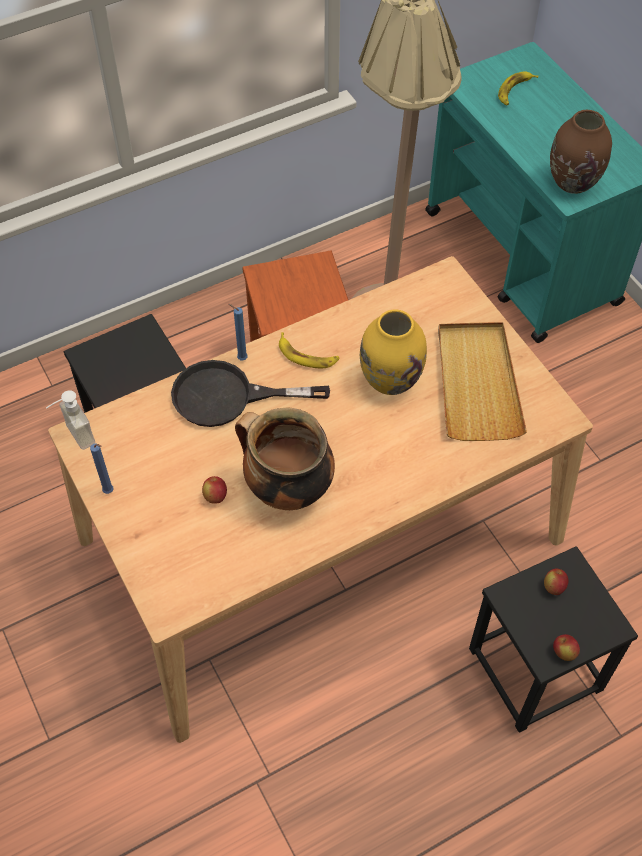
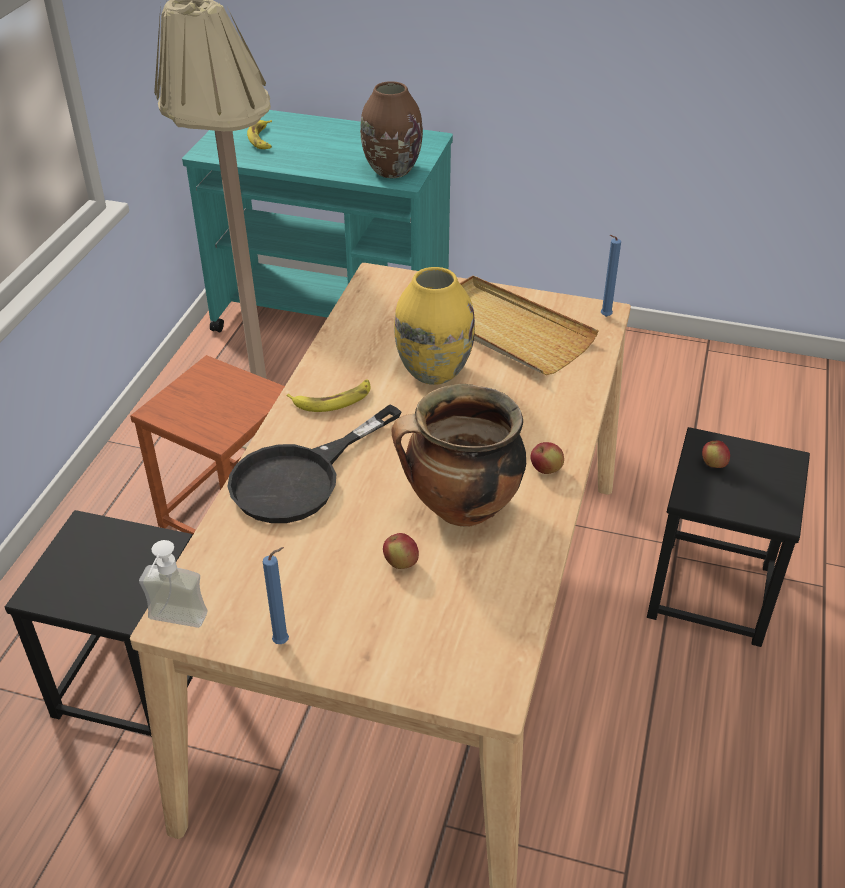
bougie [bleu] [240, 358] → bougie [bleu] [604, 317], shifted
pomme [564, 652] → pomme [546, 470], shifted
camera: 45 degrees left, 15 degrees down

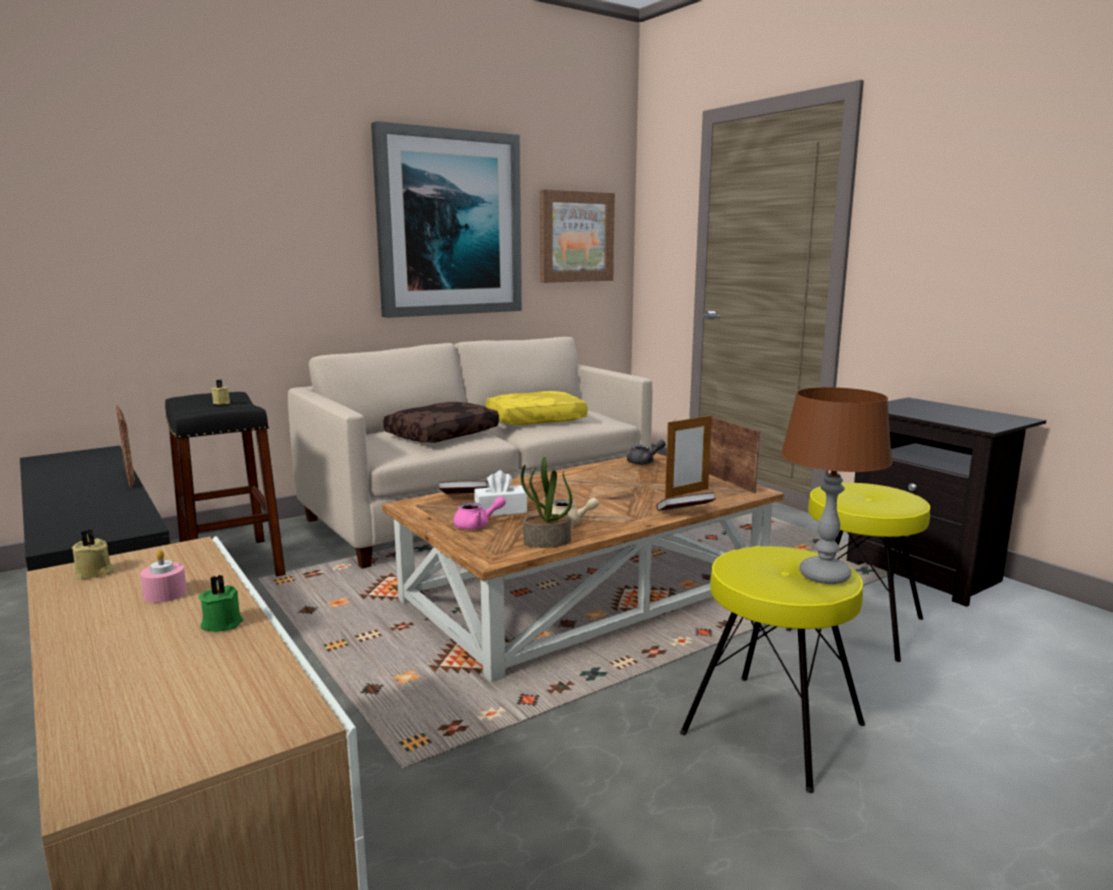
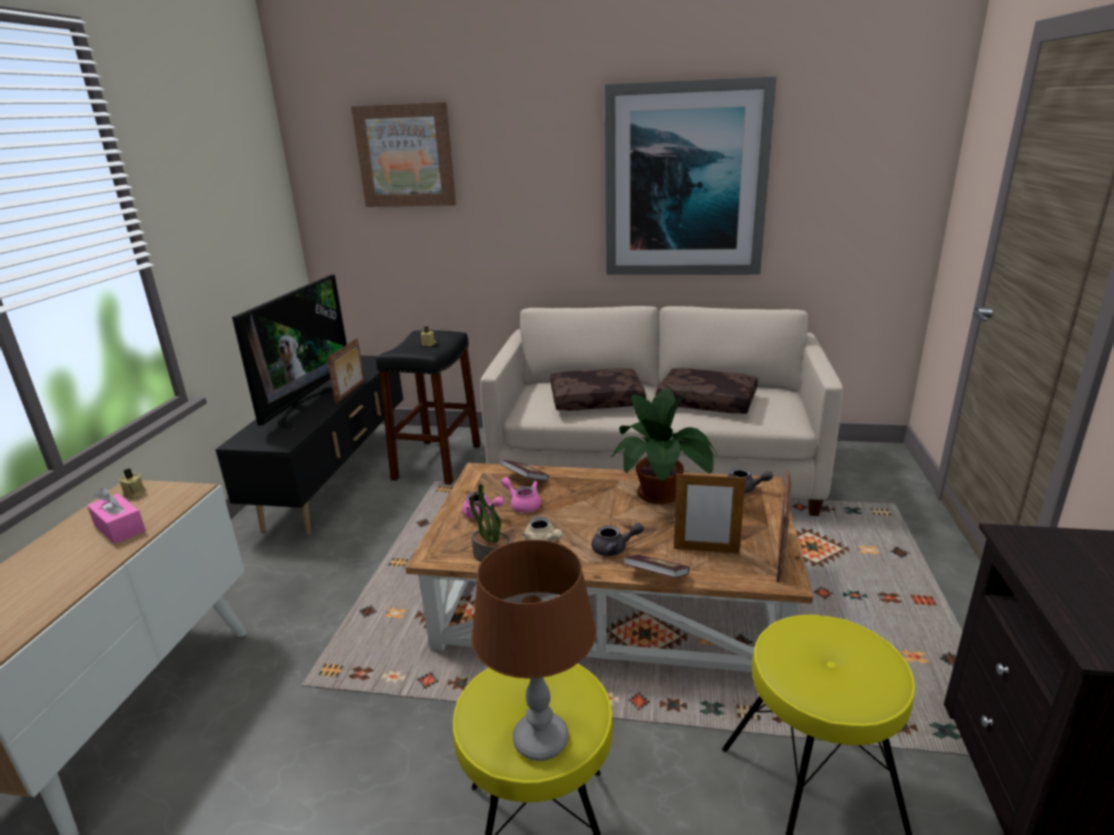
tableau [576, 237] → tableau [406, 156], shifted
coussin [jaune] [535, 420] → coussin [marron] [705, 402]
boîte à mouchoirs [blanc] [501, 510] → théière [rose] [523, 504]
bougie [rose] [165, 594] → boîte à mouchoirs [rose] [119, 528]
bougie [vert] [222, 623] → -
- → téléviseur [305, 406]
- → plante en pot [661, 494]
- → théière [gris] [614, 549]
camera: 45 degrees right, 10 degrees up

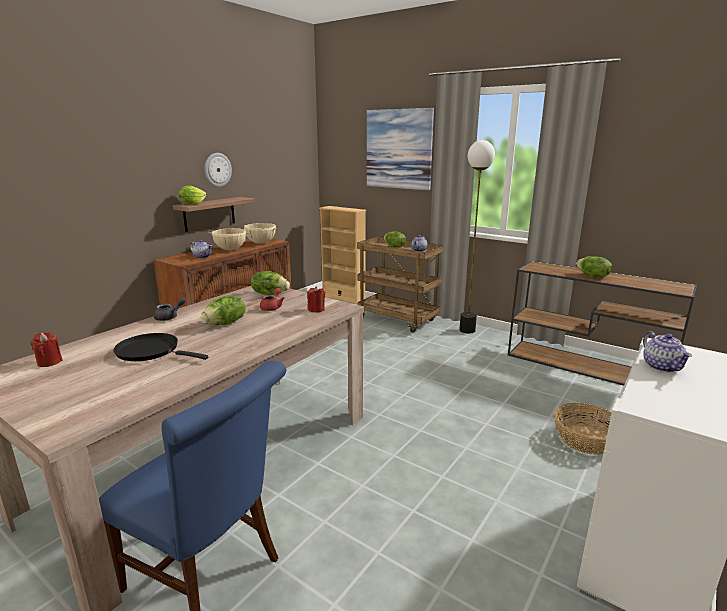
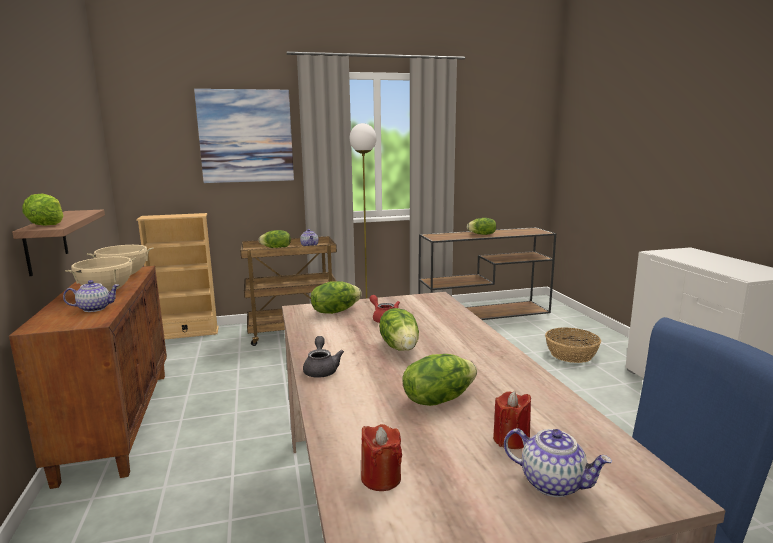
horloge murale [217, 169] → -
bougie [rouge] [316, 310] → bougie [rouge] [511, 439], shifted
théière [662, 367] → théière [553, 483], shifted
poêle [noir] [151, 351] → laitue [438, 399]
camera: 50 degrees left, 5 degrees down

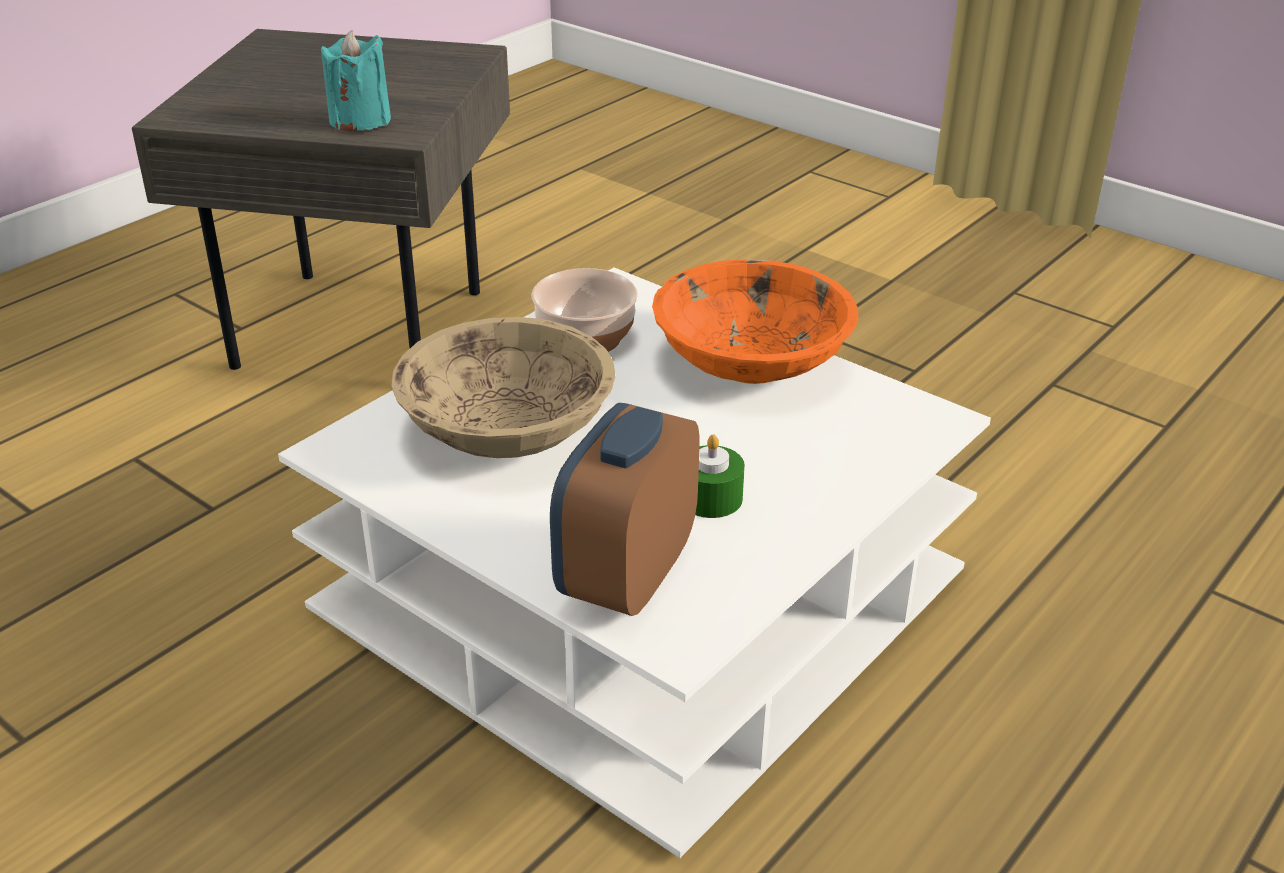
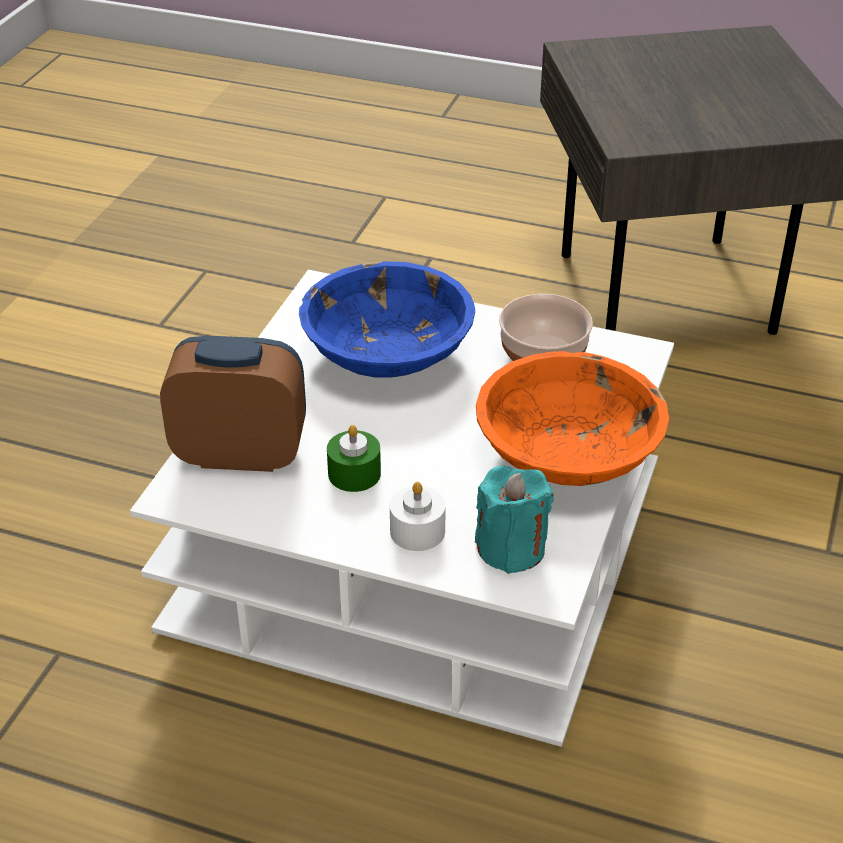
bougie [turquoise] [360, 120] → bougie [turquoise] [511, 548], shifted
bol [beige] [506, 431] → bol [bleu] [387, 354]
- → bougie [blanc] [417, 531]
camera: 70 degrees right, 5 degrees up

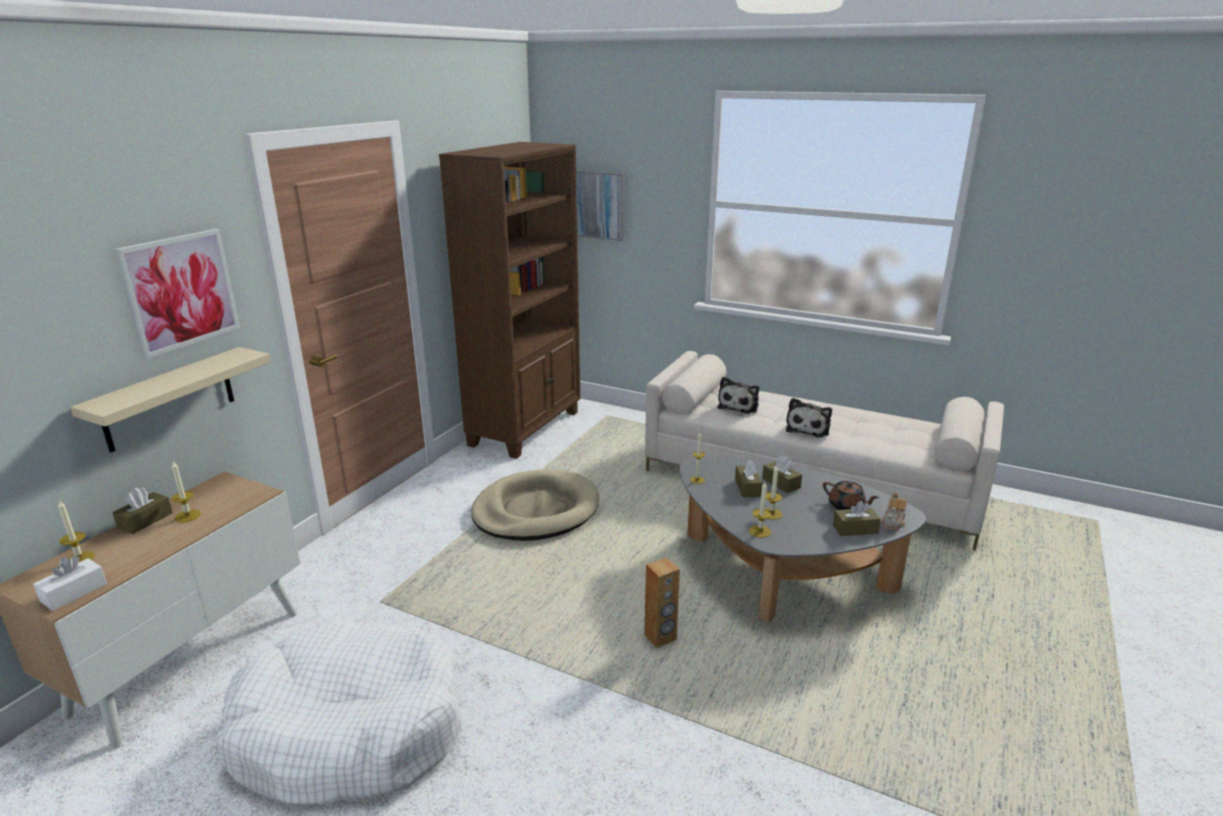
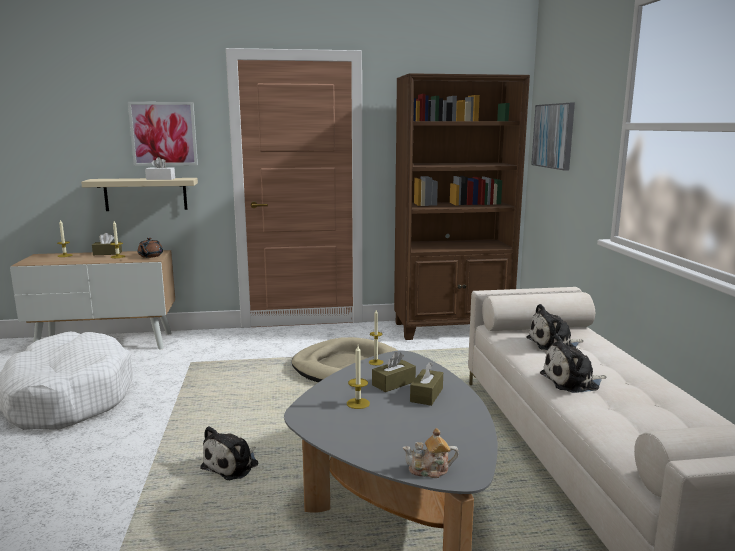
théière [marron] [847, 507] → théière [marron] [150, 256], shifted
bougie [760, 531] → -
boîte à mouchoirs [marron] [855, 529] → -
boîte à mouchoirs [blanc] [74, 593] → boîte à mouchoirs [blanc] [160, 179], shifted
enceinte [marron] [660, 638] → peluche [233, 465]
camera: 55 degrees right, 10 degrees down

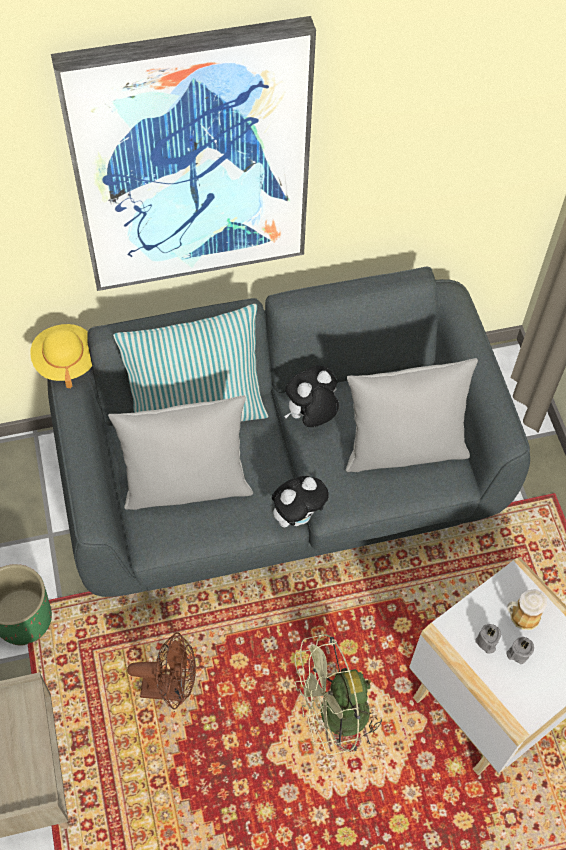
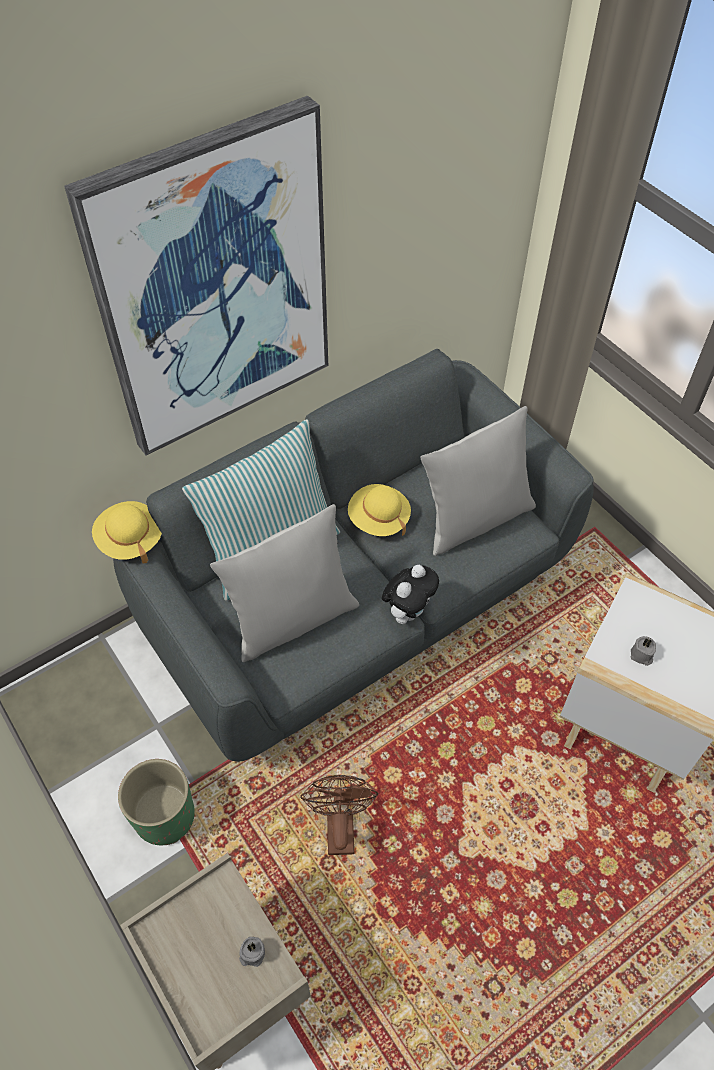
peluche [311, 416] → chapeau [jaune] [378, 519]
mug [522, 615] → -
ventilateur [marron] [170, 688] → ventilateur [marron] [339, 825], 75 degrees counterclockwise
ventilateur [vert] [334, 718] → -
bougie [gris] [518, 653] → bougie [gris] [252, 954], shifted
camera: 20 degrees left, 5 degrees down

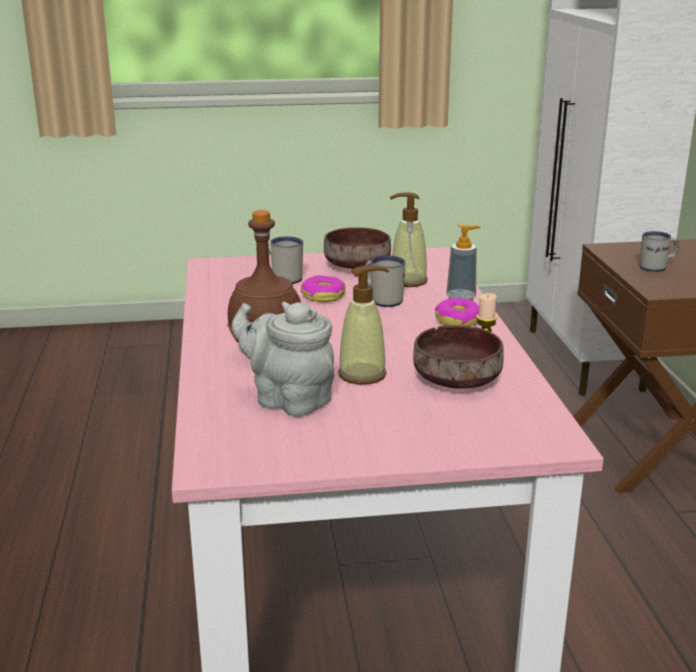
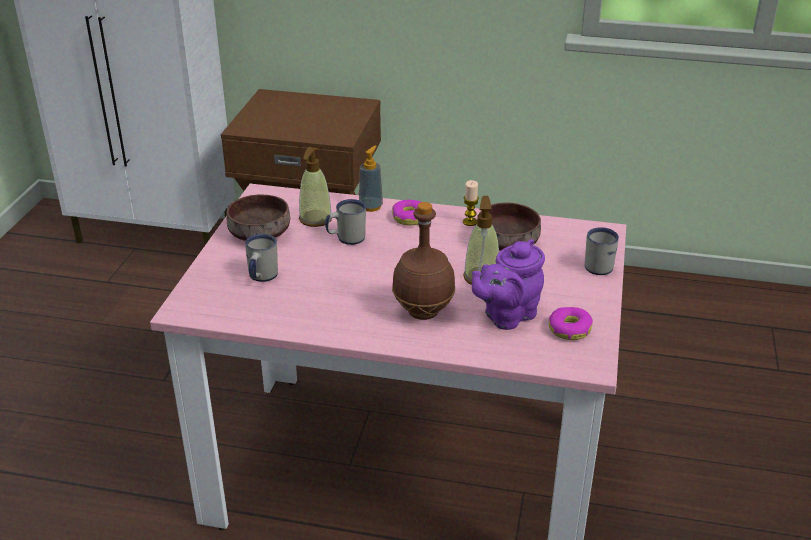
mug [blanc] [657, 267] → mug [blanc] [598, 264], shifted
beignet [323, 296] → beignet [569, 329], shifted
théière [gris] [288, 400] → théière [violet] [506, 316]
camera: 70 degrees left, 10 degrees up

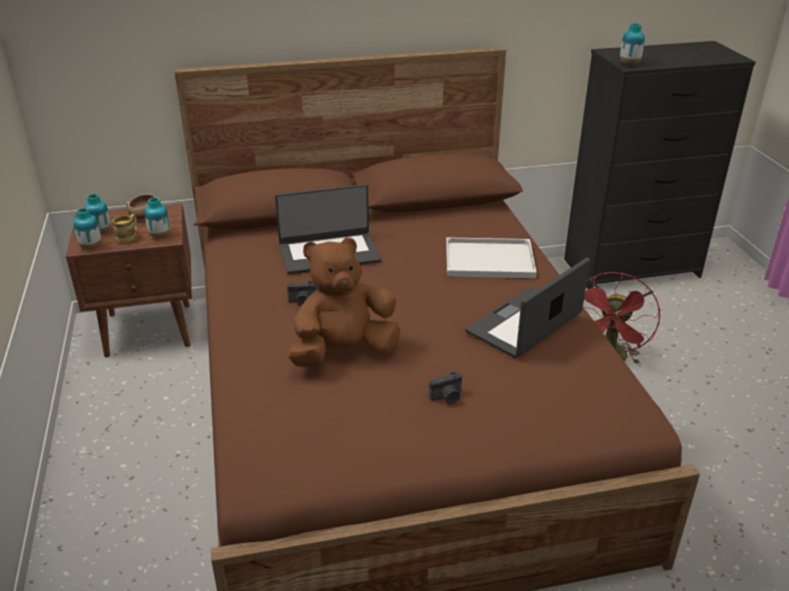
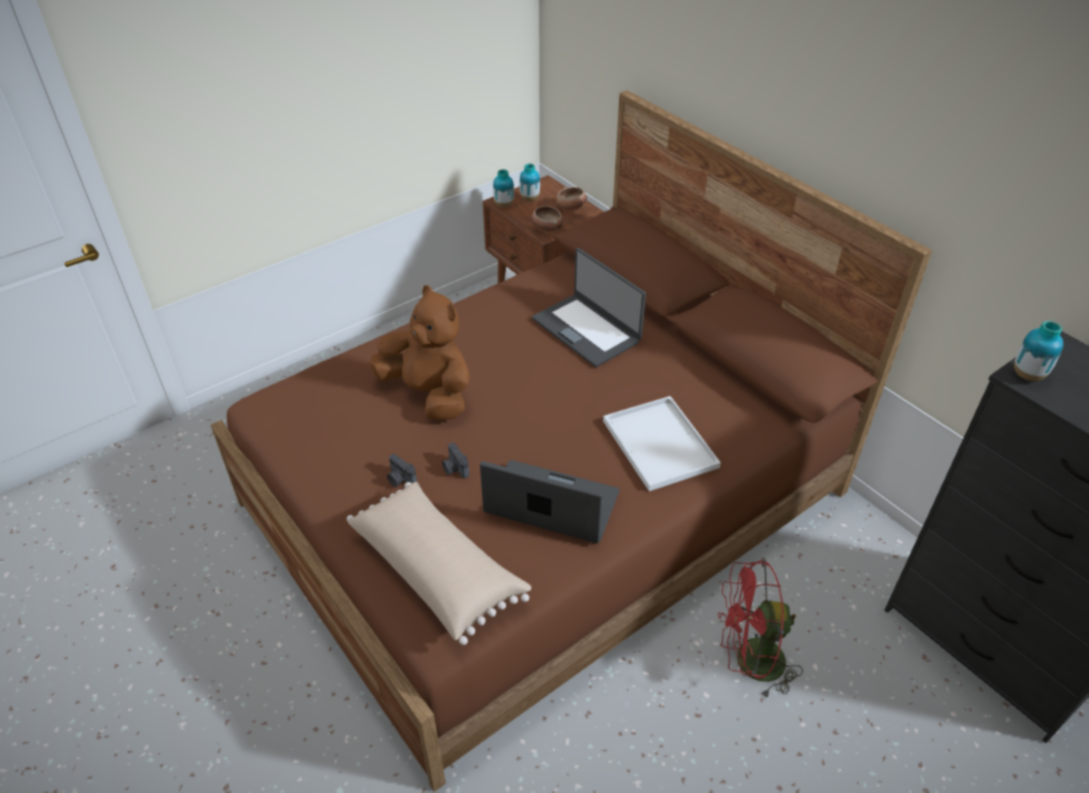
vase [160, 236] → bol [546, 228]
mug [129, 237] → -
appareil photo [303, 302] → appareil photo [454, 469], shifted
- → coussin [beige] [438, 570]
camera: 65 degrees right, 10 degrees up

